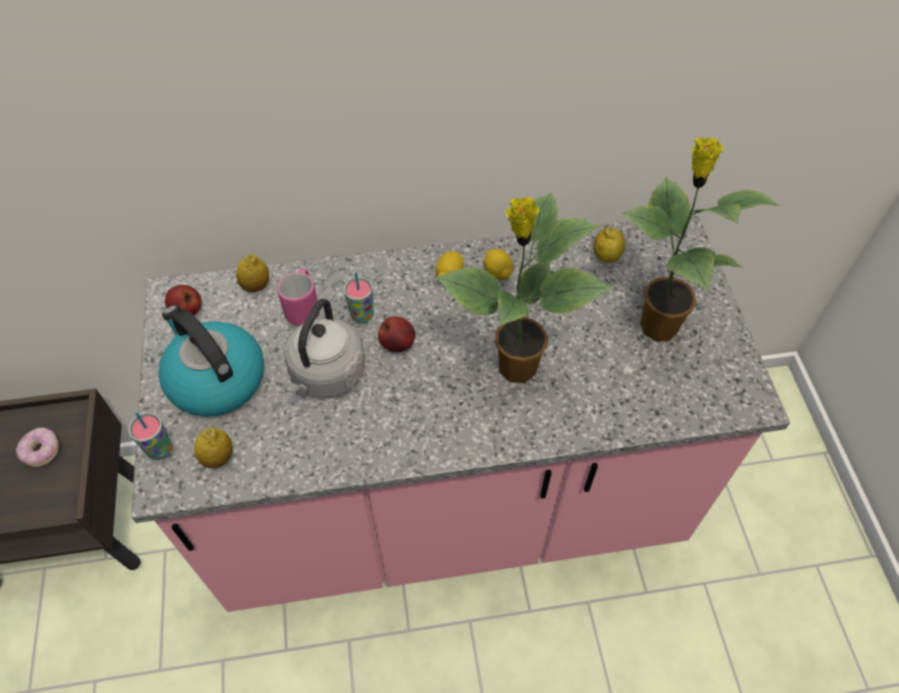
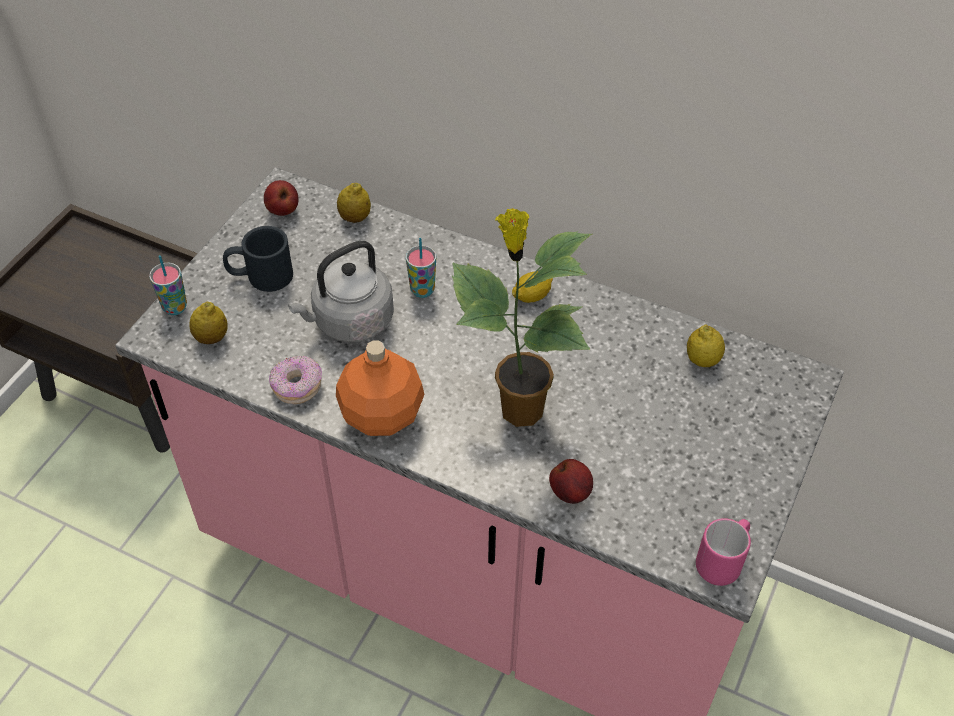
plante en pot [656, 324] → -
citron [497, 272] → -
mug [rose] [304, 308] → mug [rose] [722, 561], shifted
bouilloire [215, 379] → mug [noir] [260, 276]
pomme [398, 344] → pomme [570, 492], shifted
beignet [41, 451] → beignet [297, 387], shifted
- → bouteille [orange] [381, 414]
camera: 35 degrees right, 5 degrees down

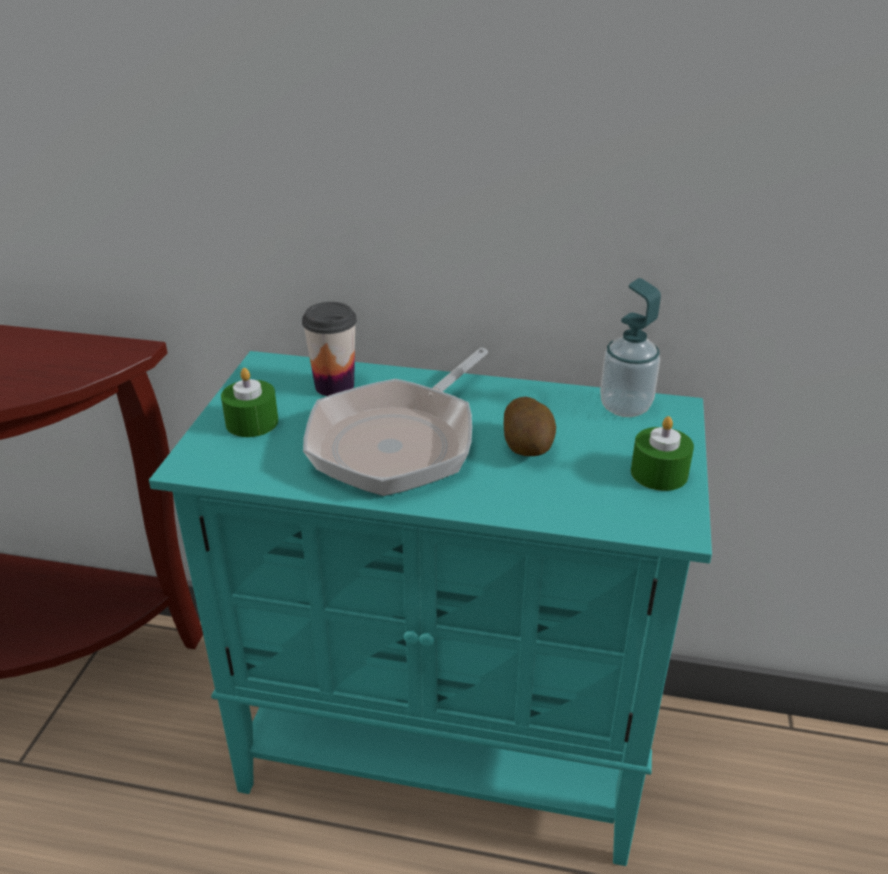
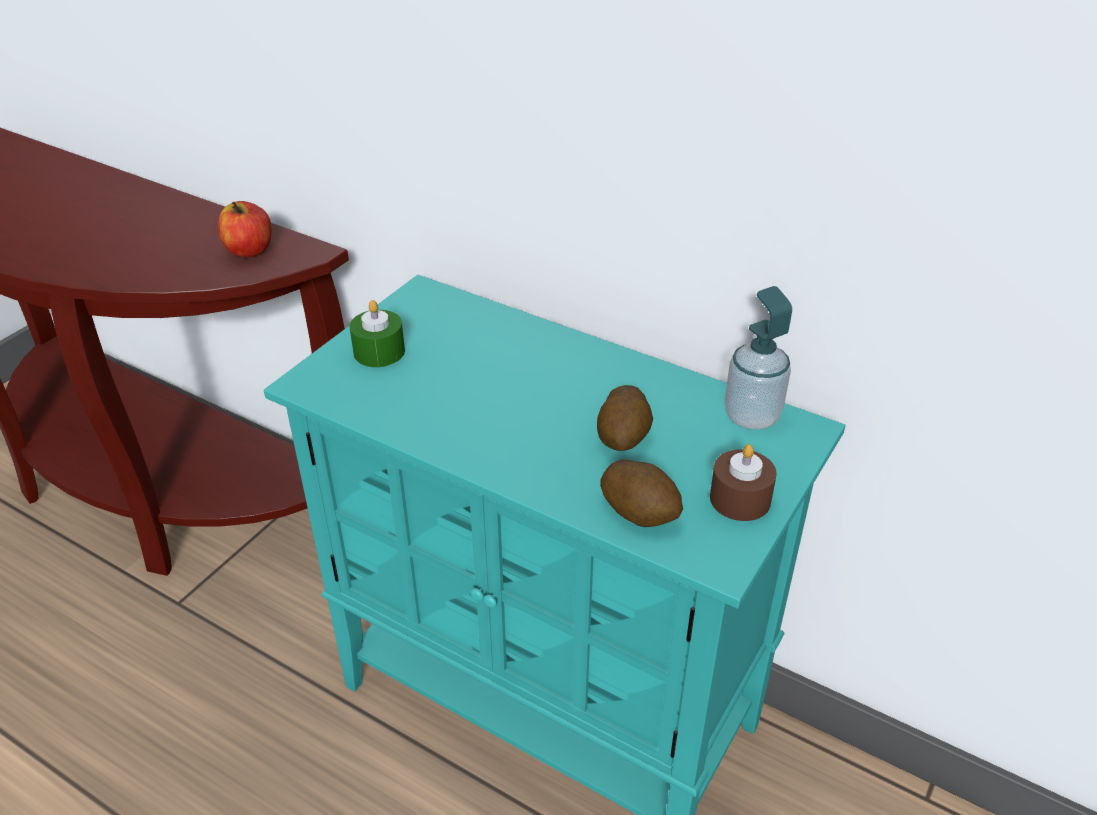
tasse [334, 386] → -
poêle [399, 441] → -
bougie [vert] [659, 473] → bougie [marron] [740, 499]
- → pomme [249, 250]
- → pomme de terre [640, 511]
camera: 20 degrees right, 5 degrees up

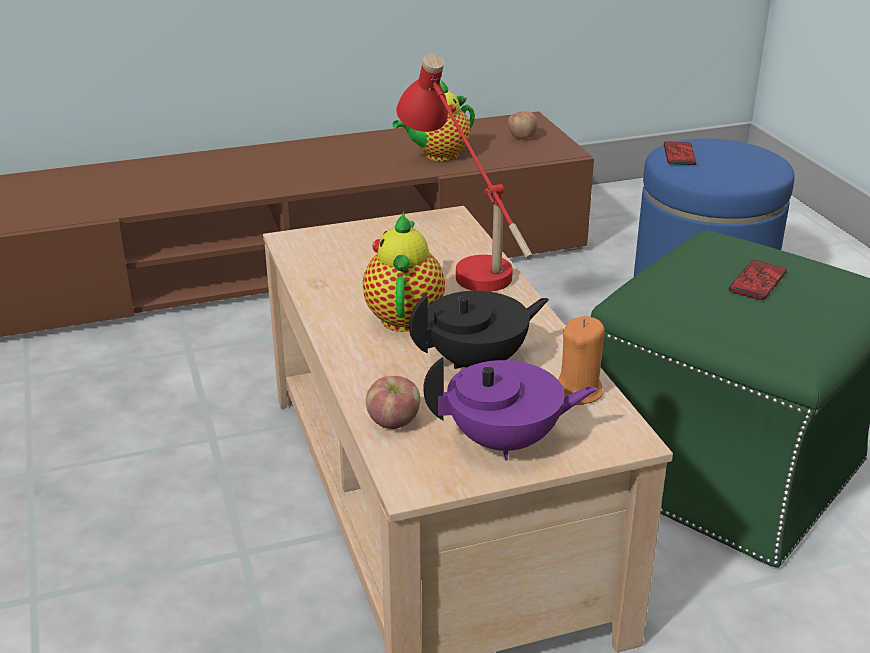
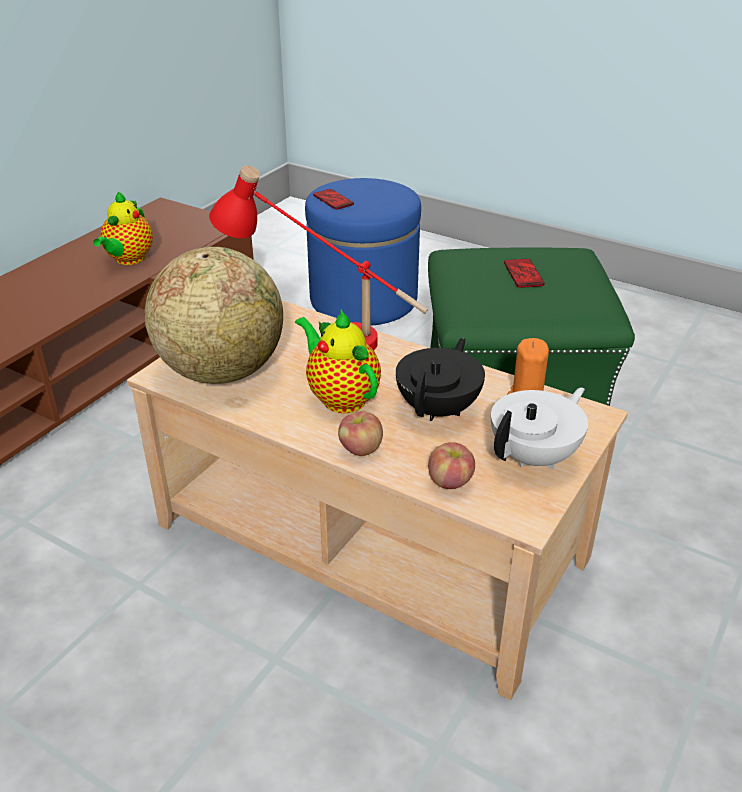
pomme [521, 137] → pomme [360, 449], shifted
théière [violet] [505, 442] → théière [blanc] [535, 456]
- → globe [222, 371]
camera: 40 degrees left, 5 degrees up

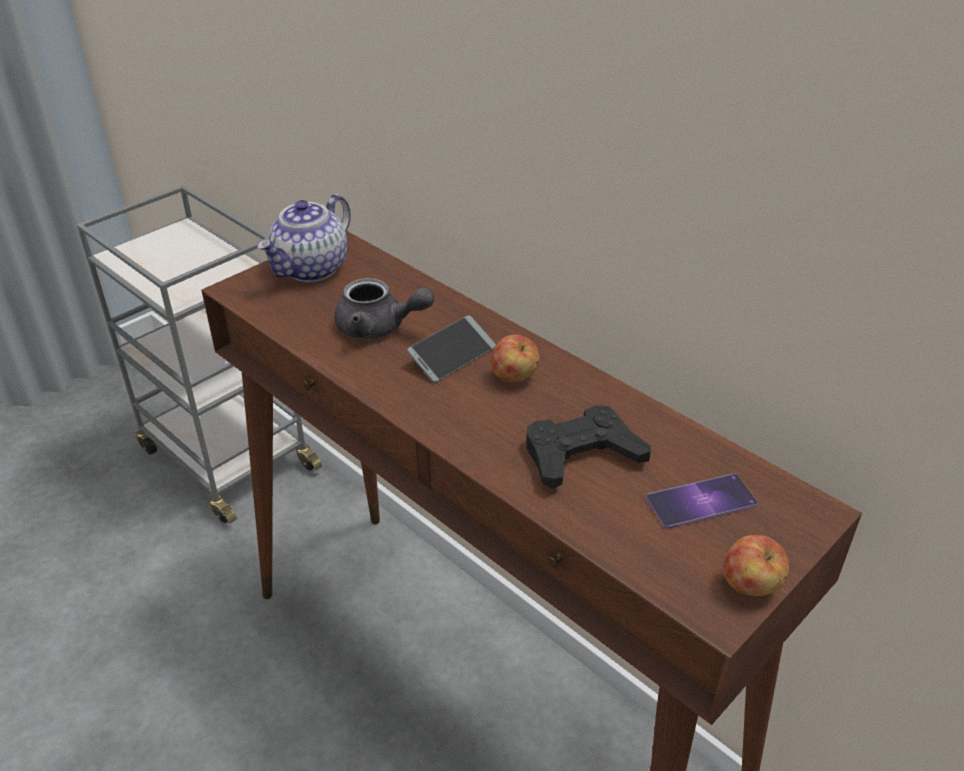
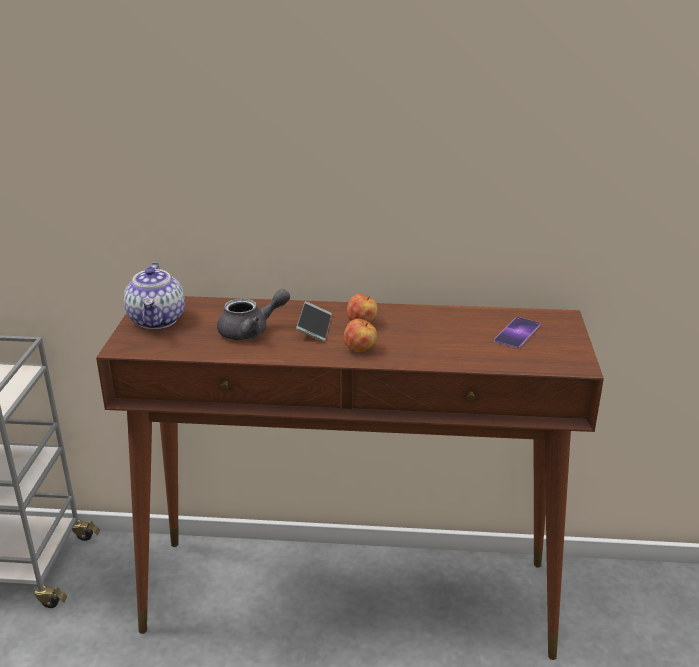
manette [noir] [581, 454] → -
pomme [750, 585] → pomme [360, 349], shifted
camera: 40 degrees left, 10 degrees down

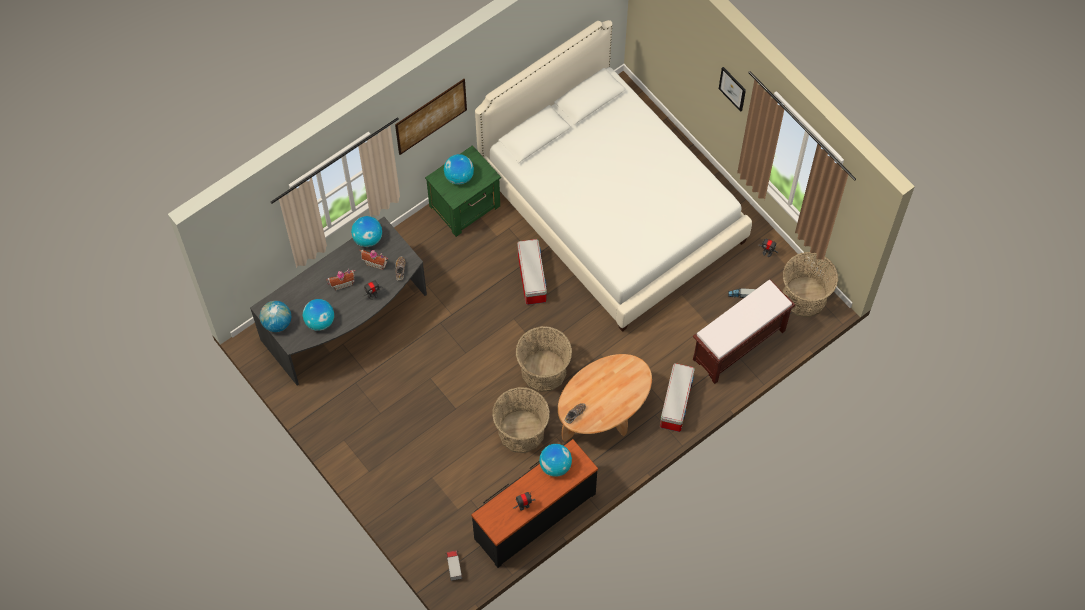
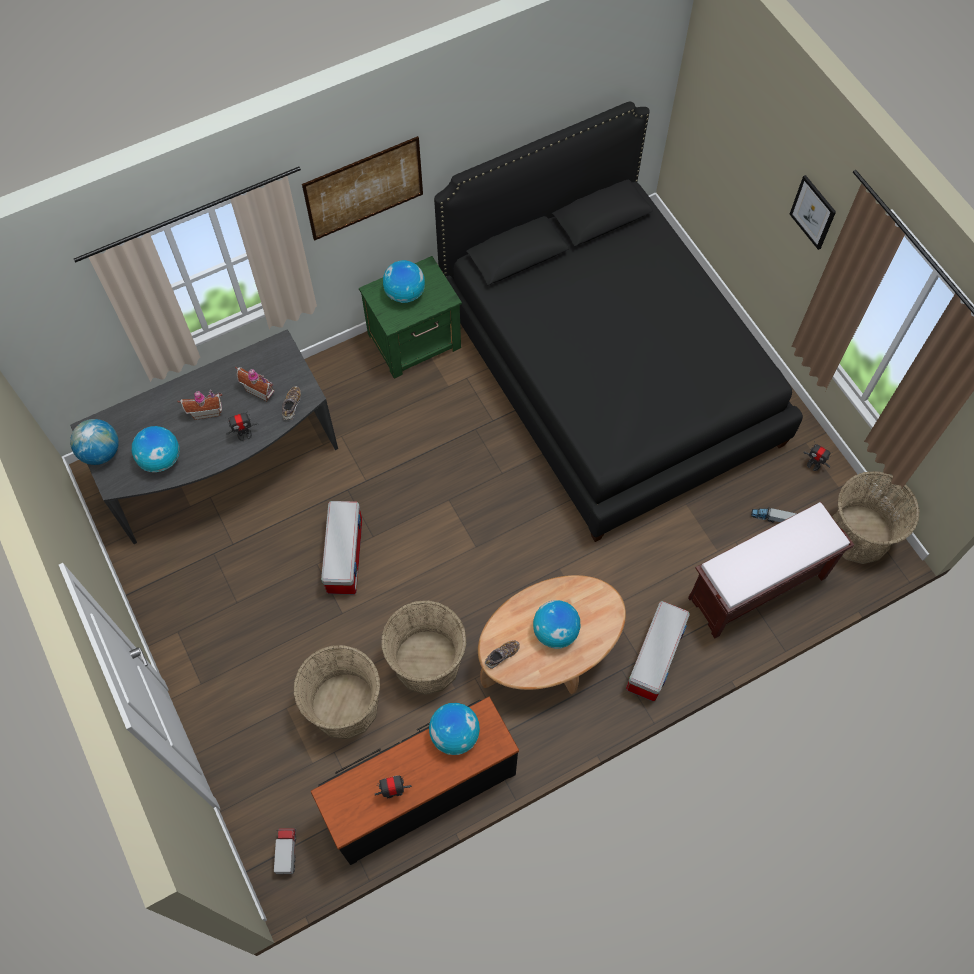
lit [blanc] [611, 207] → lit [noir] [609, 371]
globe [368, 238] → globe [555, 631], shifted
boîte de rangement [531, 278] → boîte de rangement [344, 554], shifted
panier [543, 371] → panier [344, 706], shifted
camera: 10 degrees right, 0 degrees up

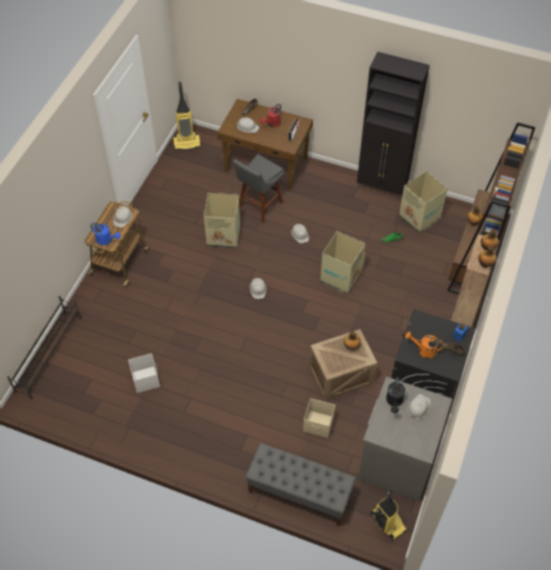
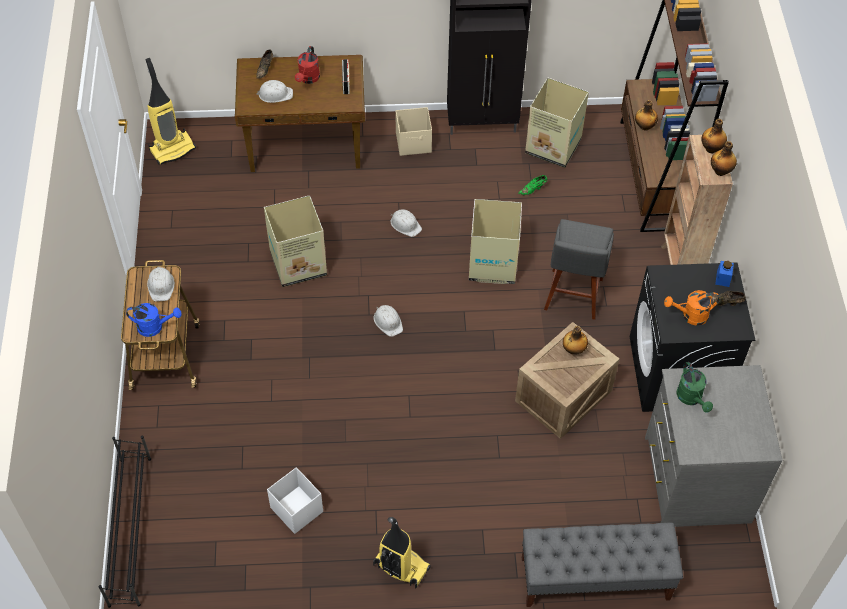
tabouret [gris] [258, 207] → tabouret [gris] [572, 297], shifted
arrosoir [noir] [394, 402] → arrosoir [vert] [691, 398]
casque de chantier [blanc] [418, 407] → -
boîte de rangement [beige] [319, 424] → boîte de rangement [beige] [414, 143], shifted
aspirateur [386, 523] → aspirateur [400, 567], shifted
camera: 25 degrees left, 0 degrees up

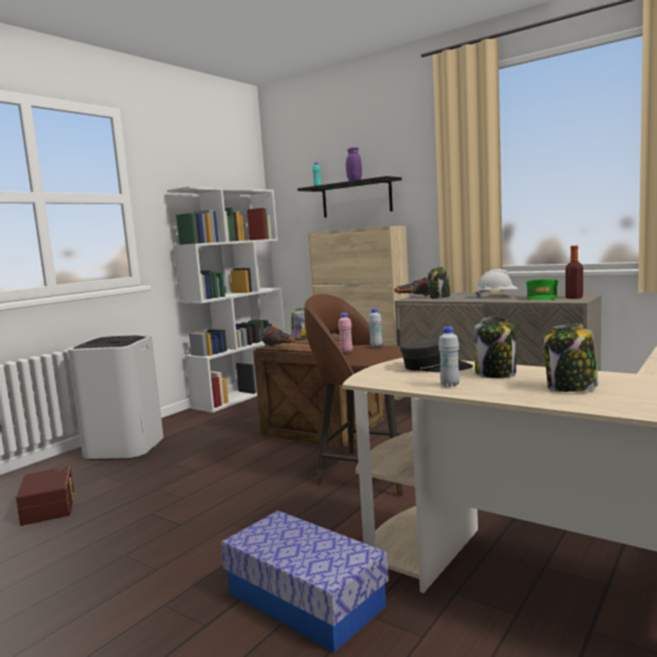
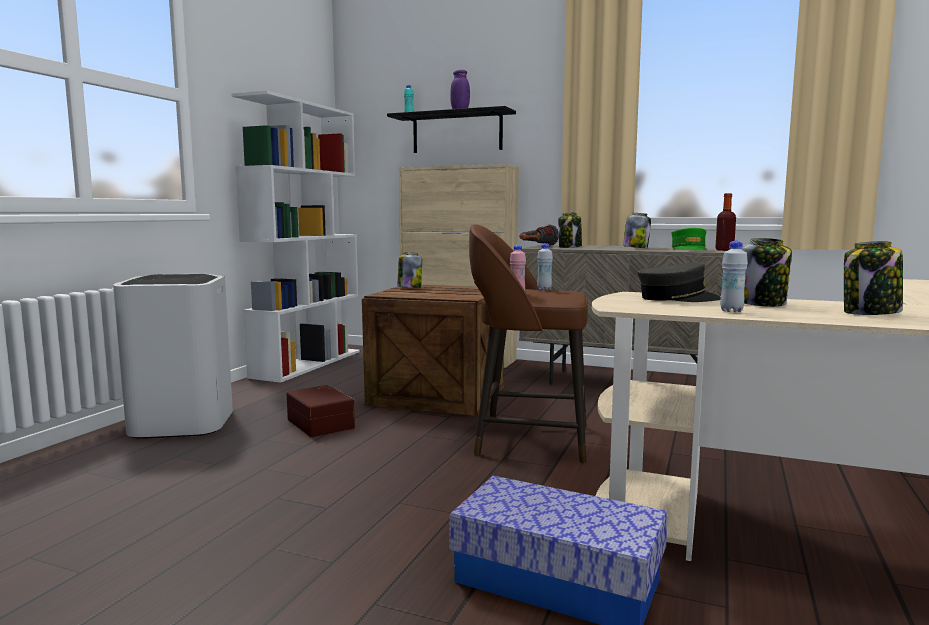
casque de chantier [blanc] [497, 296] → bocal [635, 248]
lampe de poche [281, 347] → -
boîte de rangement [marron] [50, 507] → boîte de rangement [marron] [322, 423], shifted
camera: 15 degrees left, 0 degrees up

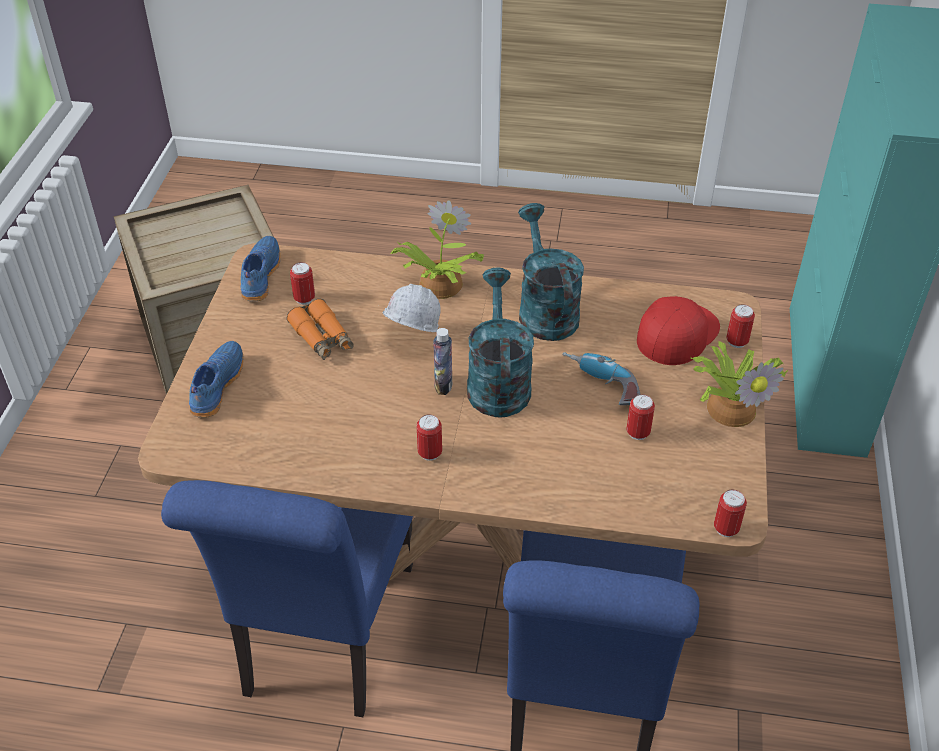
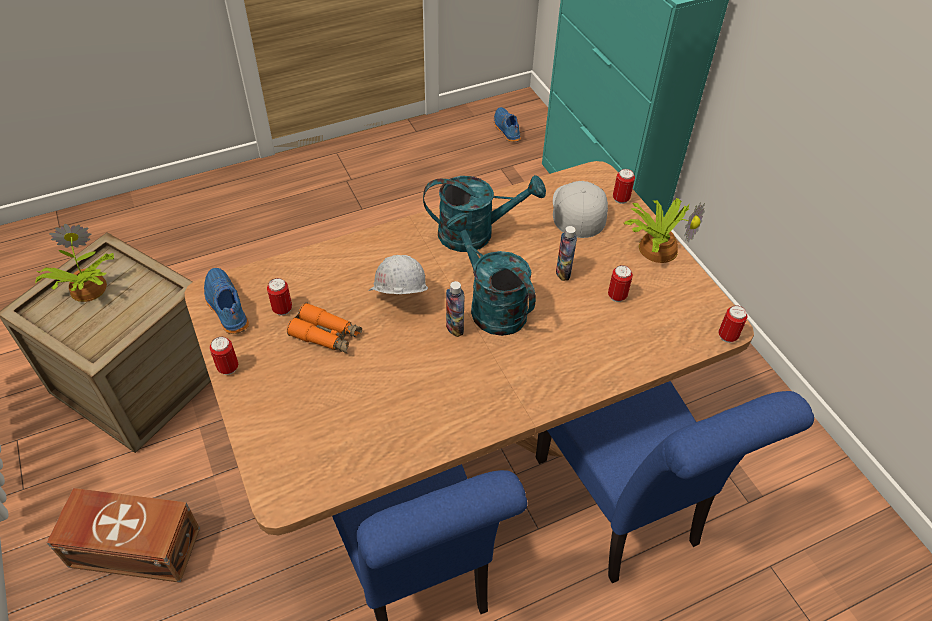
plante en pot [438, 285] → plante en pot [86, 290], shifted
arrosoir [turquoise] [545, 310] → arrosoir [turquoise] [476, 233], 135 degrees clockwise
casquette [rouge] [677, 332] → casquette [blanc] [578, 209]
chaussure [bleu] [215, 386] → chaussure [bleu] [506, 129], shifted
perceuse [601, 385] → bouteille [563, 272]
boîte métallique [430, 453] → boîte métallique [228, 368], shifted
- → boîte de rangement [marron] [134, 545]
camera: 35 degrees left, 5 degrees up

